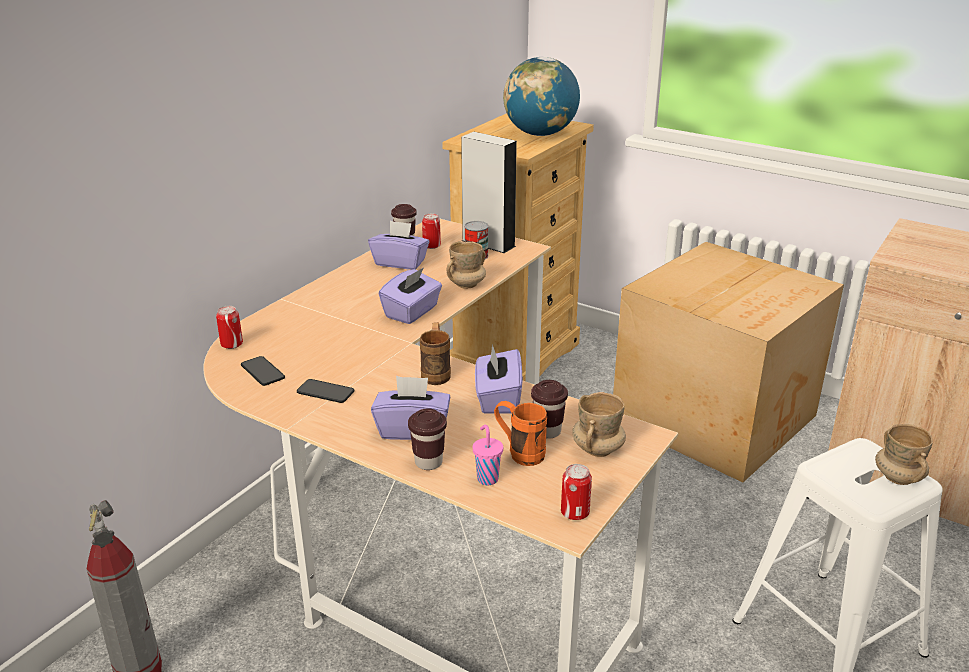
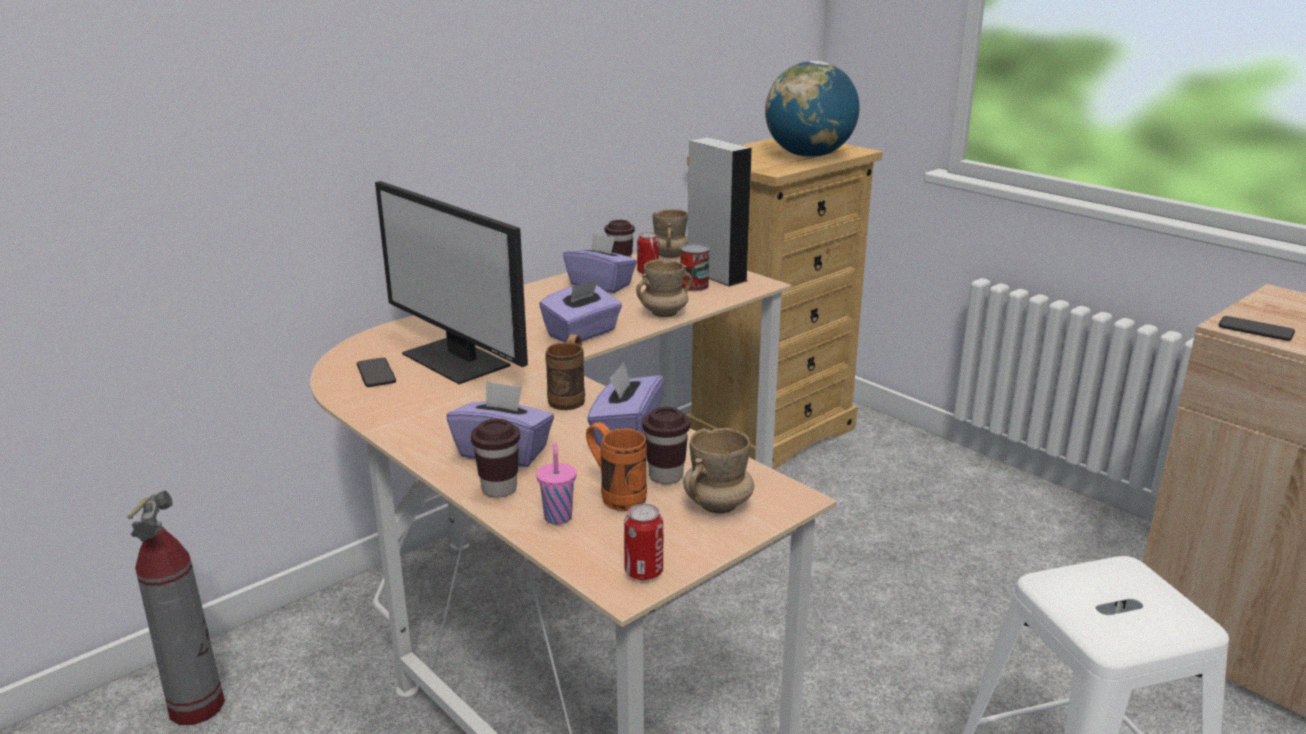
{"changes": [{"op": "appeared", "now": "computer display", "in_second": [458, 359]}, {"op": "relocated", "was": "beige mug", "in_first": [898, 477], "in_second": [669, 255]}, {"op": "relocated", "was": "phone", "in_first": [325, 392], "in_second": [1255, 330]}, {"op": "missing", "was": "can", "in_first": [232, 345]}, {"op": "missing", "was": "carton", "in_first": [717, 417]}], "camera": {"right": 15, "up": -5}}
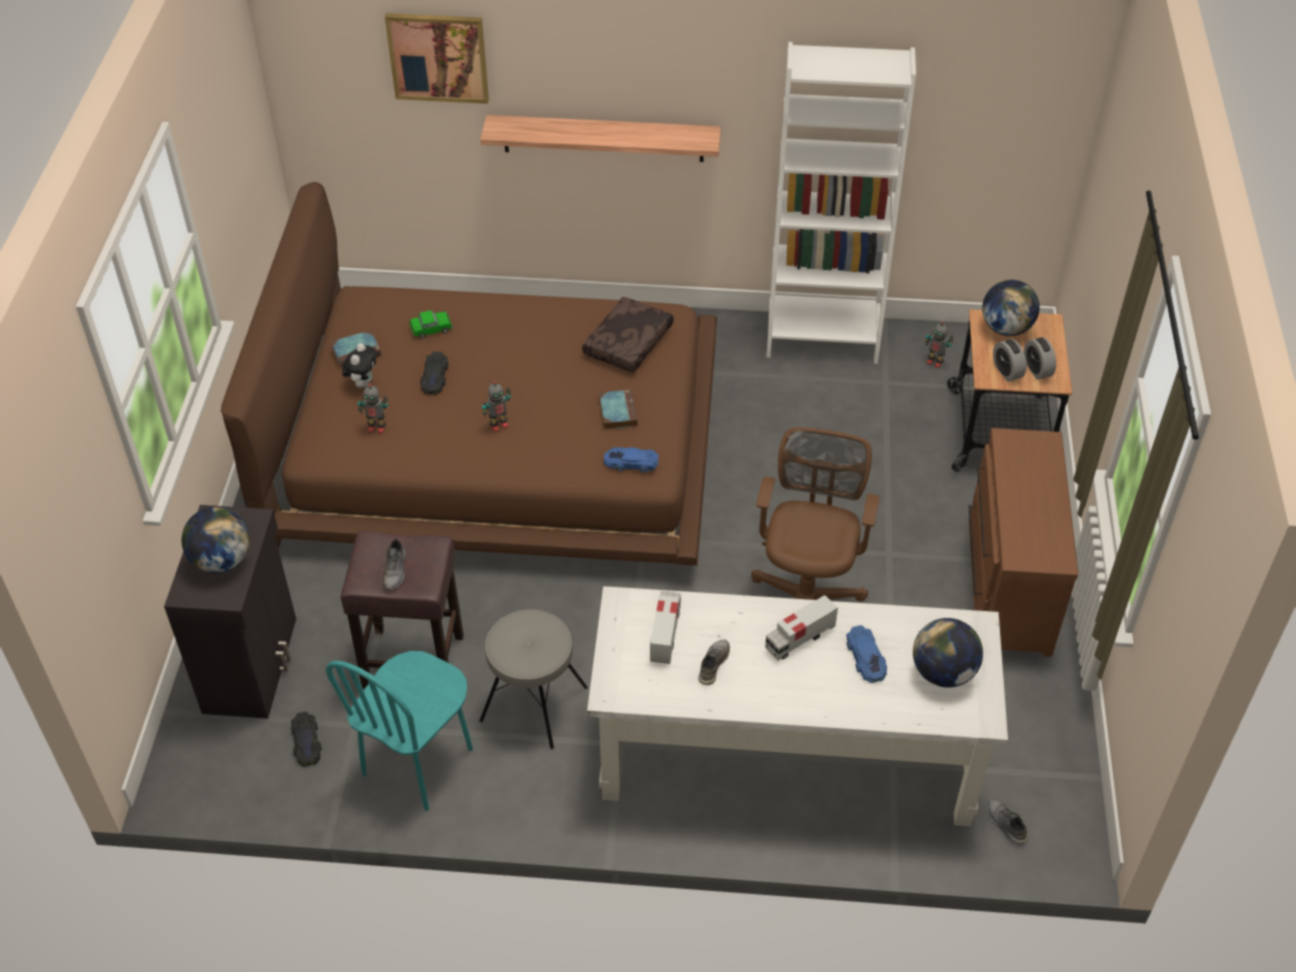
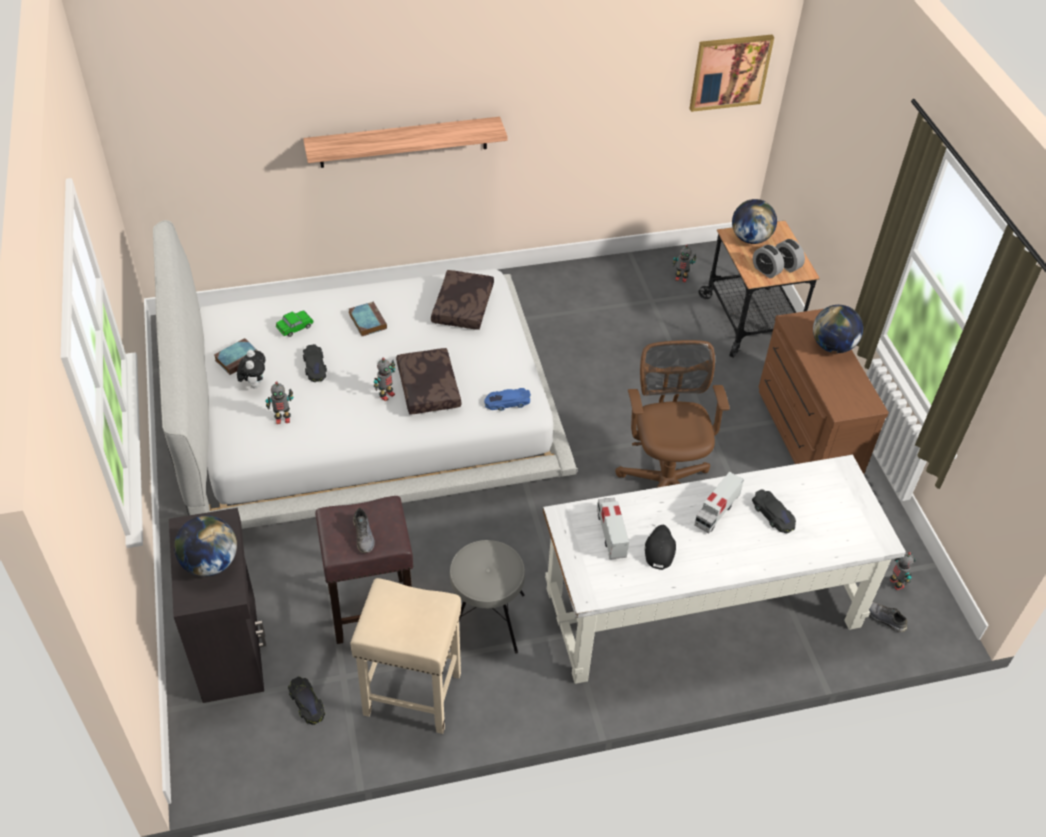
{"changes": [{"op": "colour", "was": "brown bedroom bed", "now": "white bedroom bed", "in_first": [496, 443], "in_second": [366, 412]}, {"op": "relocated", "was": "volume", "in_first": [617, 412], "in_second": [367, 321]}, {"op": "exchanged", "was": "turquoise-coloured chair", "now": "beige sitting stool", "in_first": [418, 762], "in_second": [410, 694]}, {"op": "appeared", "now": "brown throw pillow", "in_second": [427, 387]}, {"op": "exchanged", "was": "greyish shoe", "now": "black cap", "in_first": [712, 664], "in_second": [659, 549]}, {"op": "relocated", "was": "wall picture", "in_first": [438, 57], "in_second": [730, 72]}, {"op": "colour", "was": "blue-coloured miniature car", "now": "black miniature car", "in_first": [866, 658], "in_second": [773, 514]}, {"op": "relocated", "was": "world globe", "in_first": [943, 673], "in_second": [832, 346]}, {"op": "appeared", "now": "robot figure", "in_second": [895, 584]}, {"op": "missing", "was": "white shelving unit", "in_first": [822, 338]}], "camera": {"right": -20, "up": 0}}
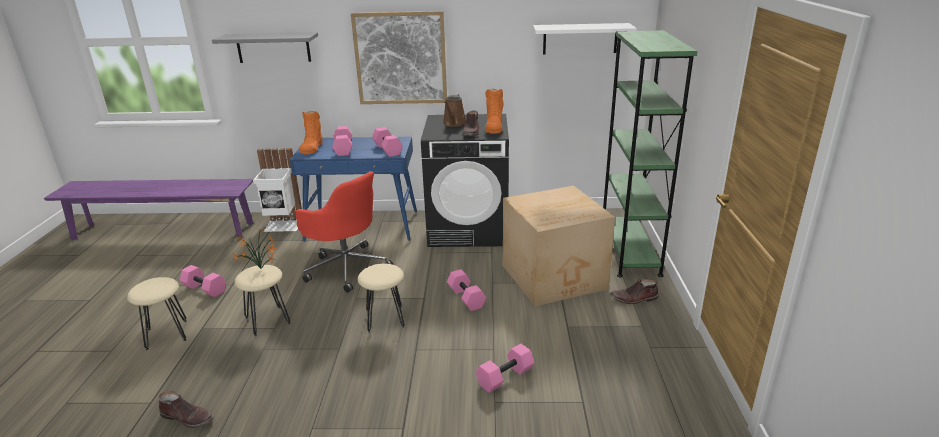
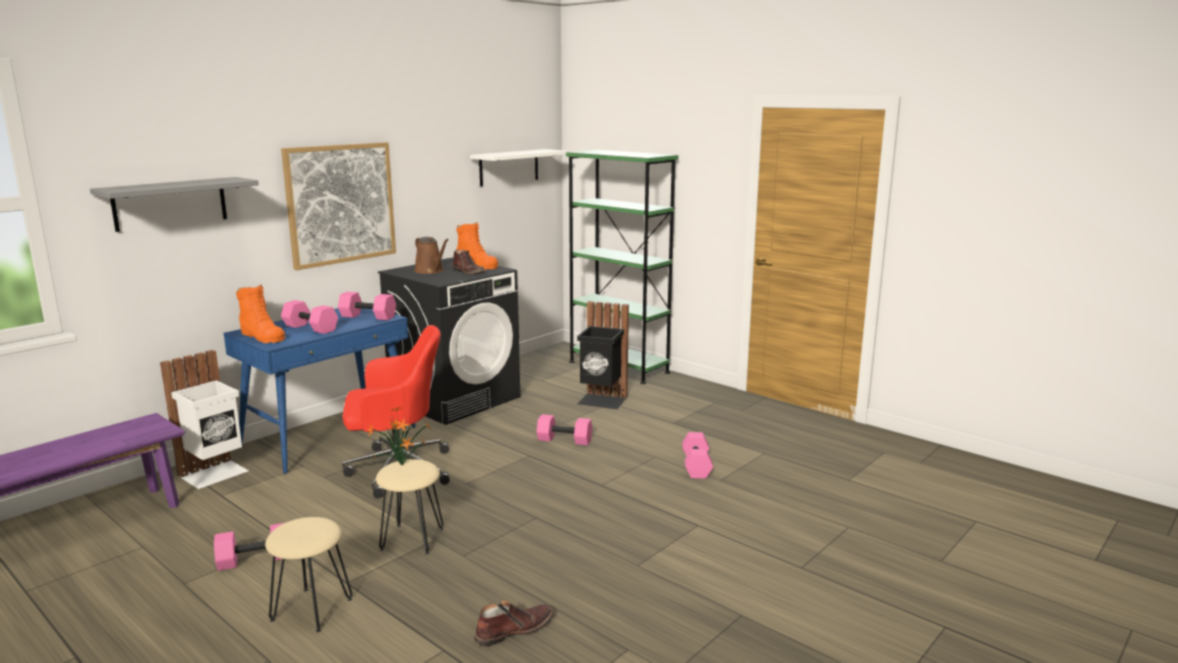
{"changes": [{"op": "exchanged", "was": "carton", "now": "black waste bin", "in_first": [555, 277], "in_second": [602, 401]}, {"op": "missing", "was": "beige sitting stool", "in_first": [385, 319]}, {"op": "missing", "was": "brown high-top boot", "in_first": [634, 299]}], "camera": {"right": -50, "up": -10}}
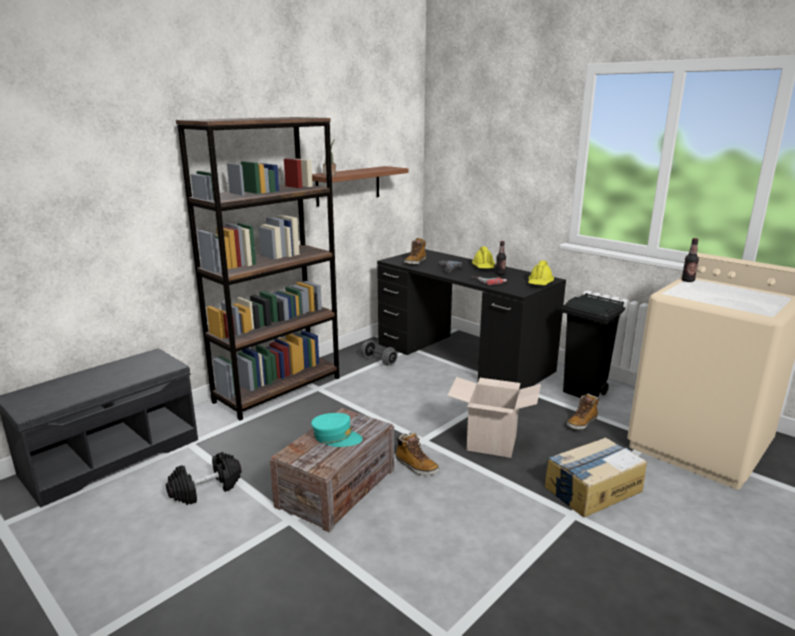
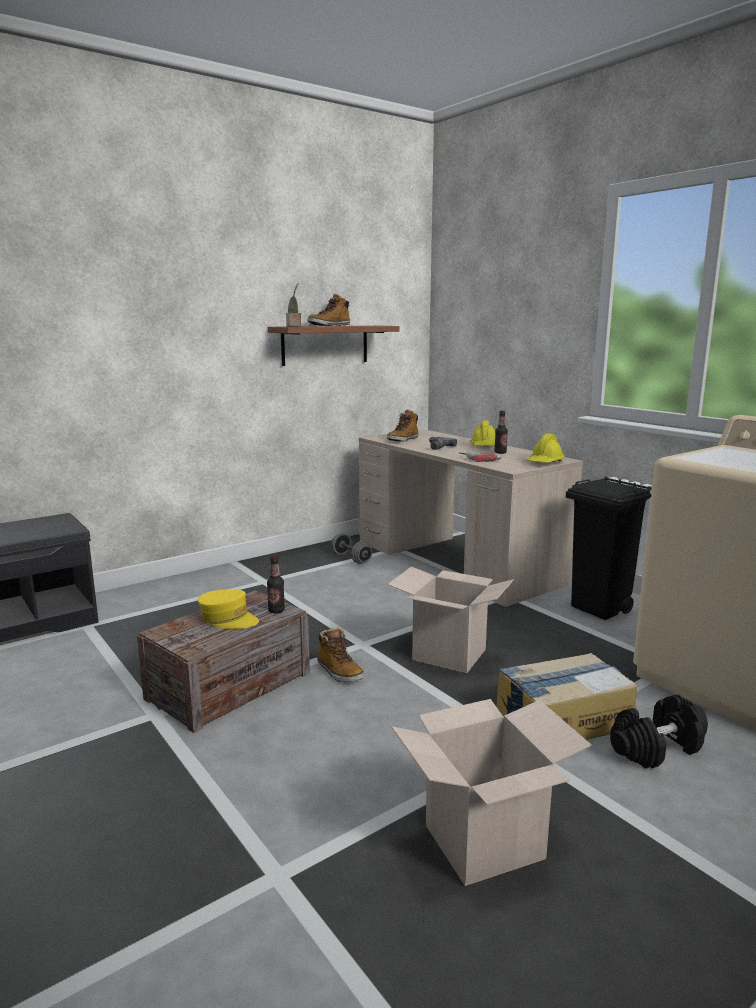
{"changes": [{"op": "colour", "was": "turquoise-coloured cap", "now": "yellow-coloured cap", "in_first": [336, 437], "in_second": [228, 619]}, {"op": "relocated", "was": "beverage bottle", "in_first": [687, 280], "in_second": [276, 610]}, {"op": "relocated", "was": "high-top boot", "in_first": [582, 423], "in_second": [329, 325]}, {"op": "colour", "was": "black desk table", "now": "beige desk table", "in_first": [462, 357], "in_second": [457, 561]}, {"op": "appeared", "now": "carton", "in_second": [484, 842]}, {"op": "relocated", "was": "black free weight", "in_first": [206, 490], "in_second": [657, 749]}, {"op": "missing", "was": "brown shelving unit", "in_first": [278, 389]}], "camera": {"right": 10, "up": -5}}
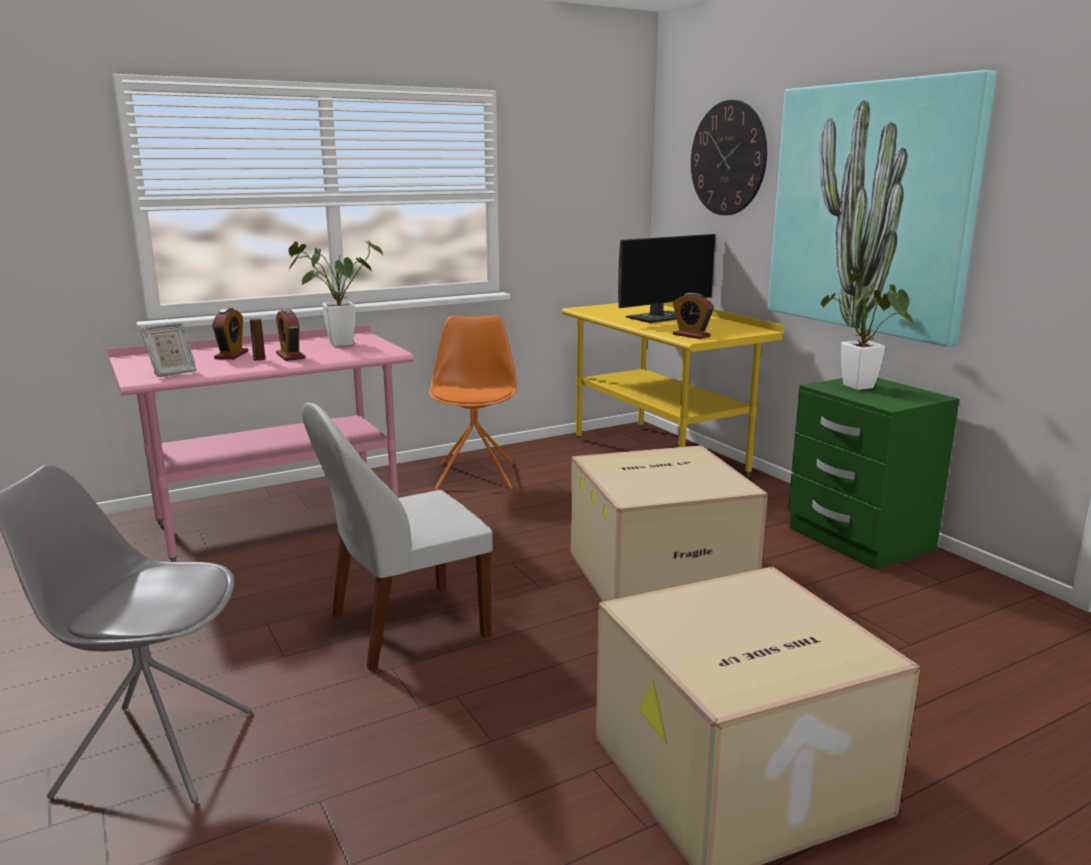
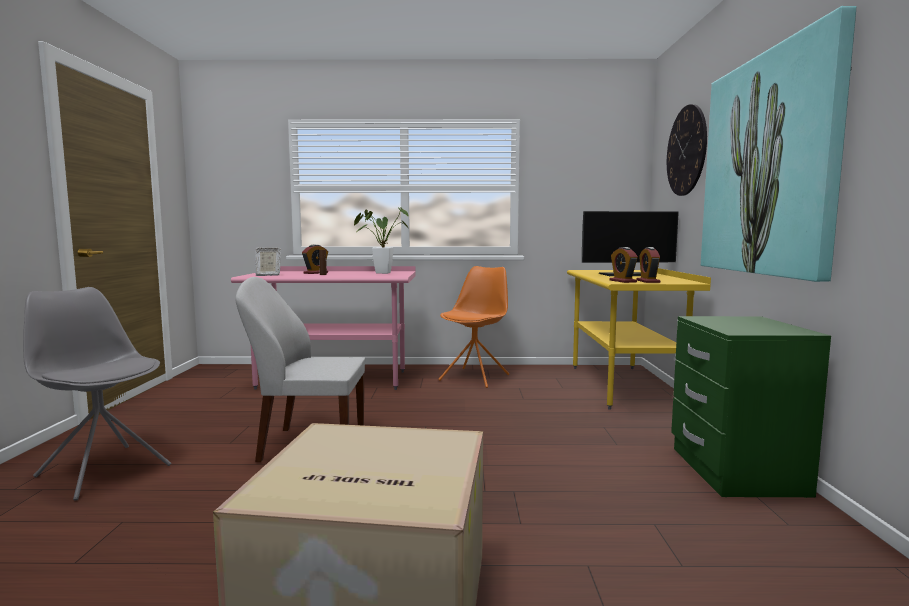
{"changes": [{"op": "relocated", "was": "table clock", "in_first": [290, 356], "in_second": [648, 281]}, {"op": "missing", "was": "carton", "in_first": [660, 574]}, {"op": "missing", "was": "houseplant", "in_first": [862, 388]}], "camera": {"right": 30, "up": -10}}
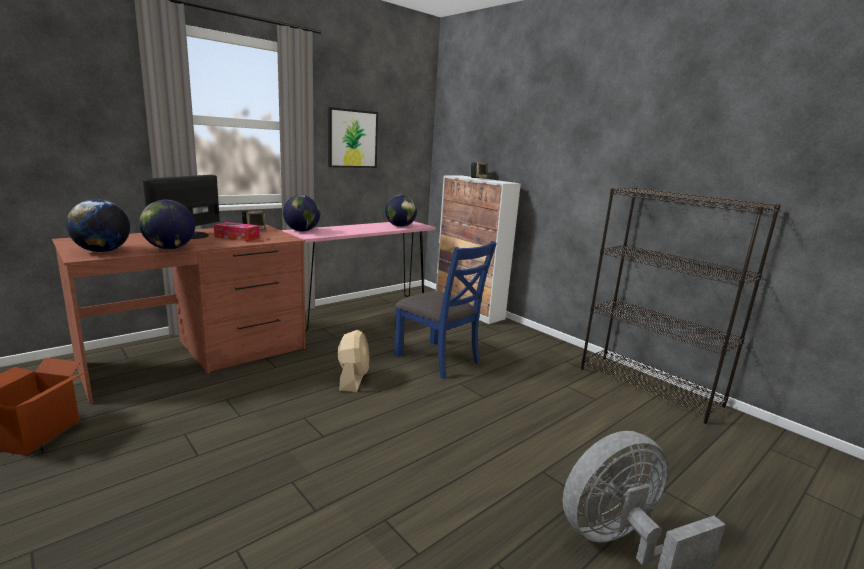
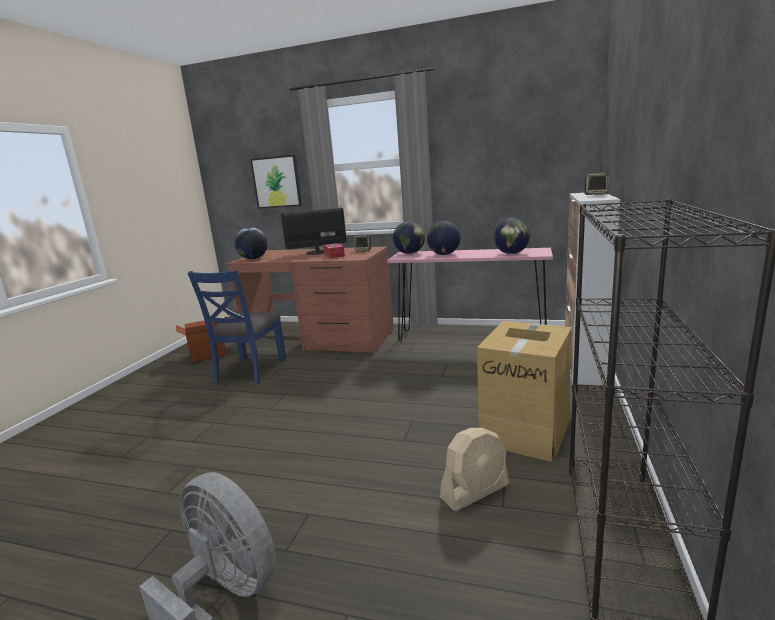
{"changes": [{"op": "relocated", "was": "blue-coloured chair", "in_first": [438, 359], "in_second": [250, 370]}, {"op": "relocated", "was": "wall picture", "in_first": [352, 139], "in_second": [277, 182]}, {"op": "relocated", "was": "world globe", "in_first": [170, 248], "in_second": [444, 254]}, {"op": "relocated", "was": "beige cooling fan", "in_first": [353, 379], "in_second": [475, 491]}, {"op": "appeared", "now": "carton", "in_second": [526, 429]}], "camera": {"right": 60, "up": 0}}
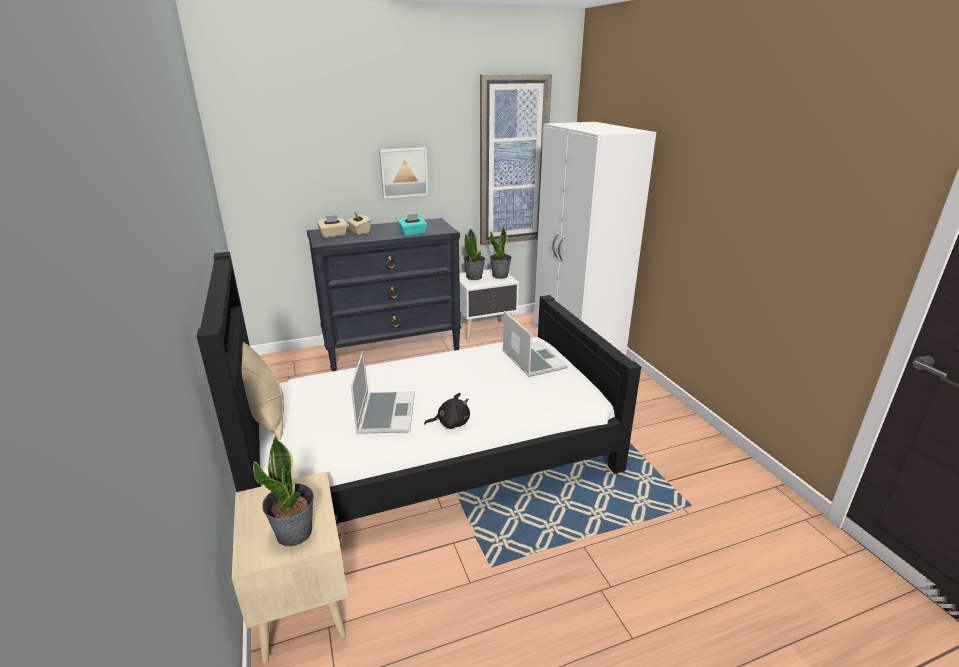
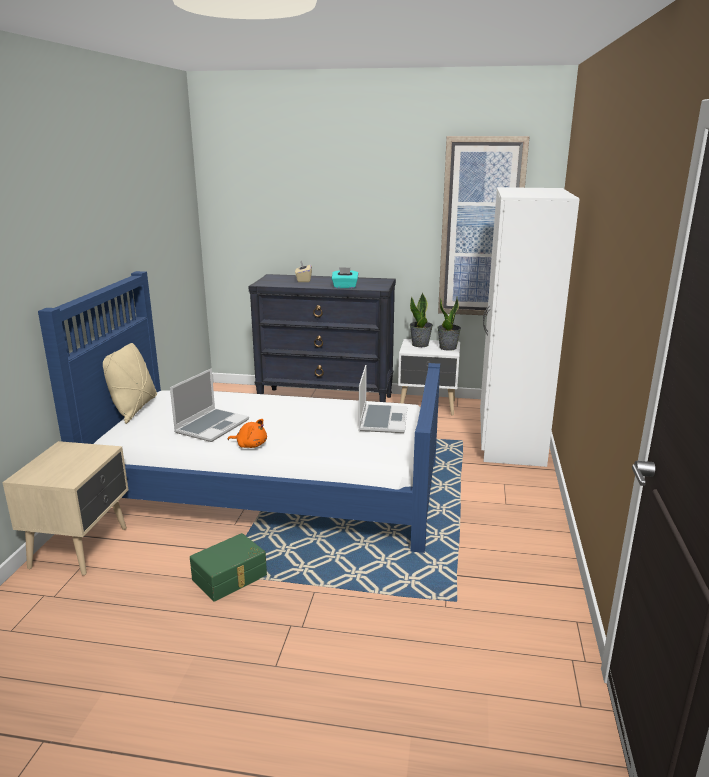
{"changes": [{"op": "colour", "was": "black bedroom bed", "now": "blue-coloured bedroom bed", "in_first": [432, 455], "in_second": [268, 487]}, {"op": "appeared", "now": "greenish storage bin", "in_second": [230, 578]}, {"op": "colour", "was": "black soft toy", "now": "orange-coloured soft toy", "in_first": [451, 423], "in_second": [250, 445]}, {"op": "missing", "was": "houseplant", "in_first": [295, 532]}, {"op": "missing", "was": "beige box of tissues", "in_first": [333, 235]}, {"op": "missing", "was": "wall picture", "in_first": [403, 172]}], "camera": {"right": 30, "up": -5}}
